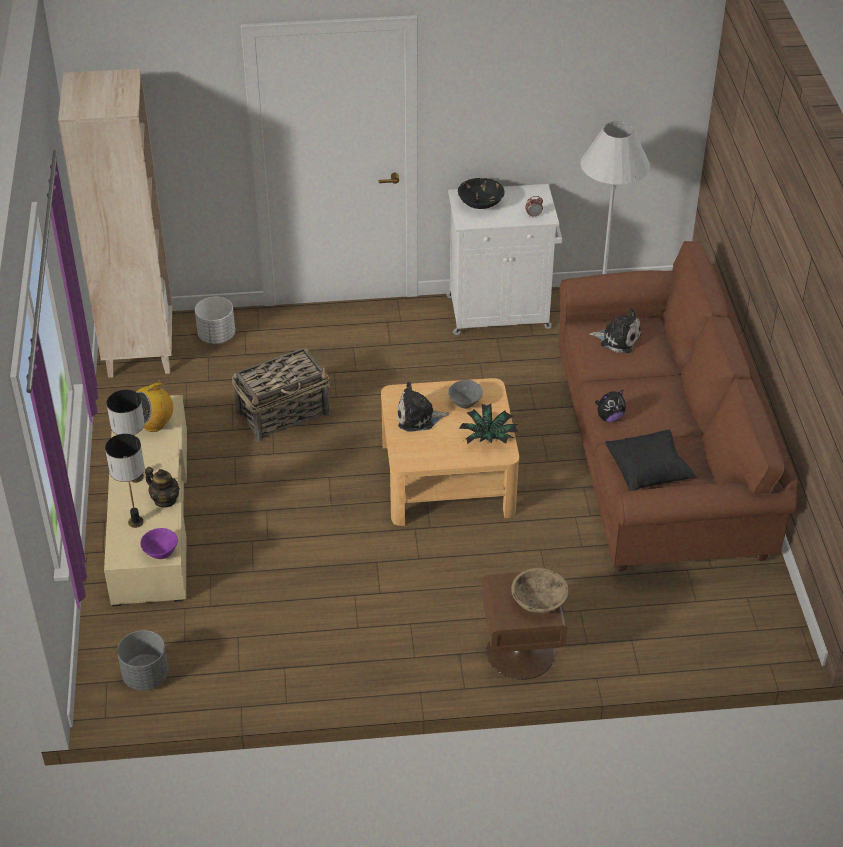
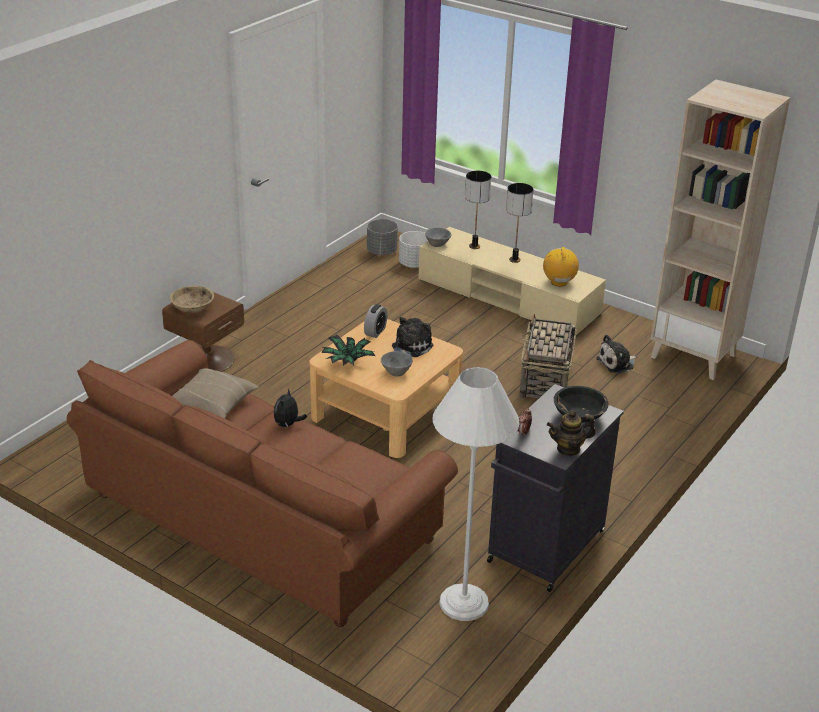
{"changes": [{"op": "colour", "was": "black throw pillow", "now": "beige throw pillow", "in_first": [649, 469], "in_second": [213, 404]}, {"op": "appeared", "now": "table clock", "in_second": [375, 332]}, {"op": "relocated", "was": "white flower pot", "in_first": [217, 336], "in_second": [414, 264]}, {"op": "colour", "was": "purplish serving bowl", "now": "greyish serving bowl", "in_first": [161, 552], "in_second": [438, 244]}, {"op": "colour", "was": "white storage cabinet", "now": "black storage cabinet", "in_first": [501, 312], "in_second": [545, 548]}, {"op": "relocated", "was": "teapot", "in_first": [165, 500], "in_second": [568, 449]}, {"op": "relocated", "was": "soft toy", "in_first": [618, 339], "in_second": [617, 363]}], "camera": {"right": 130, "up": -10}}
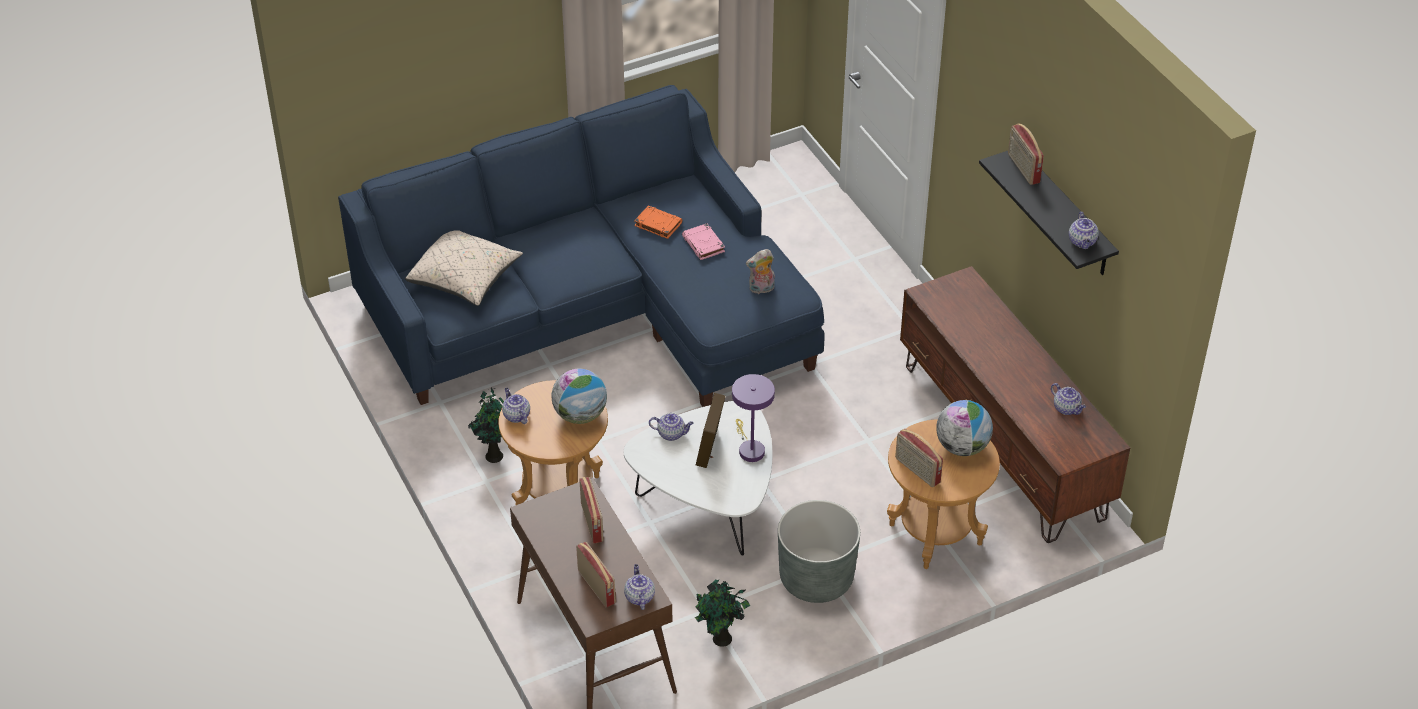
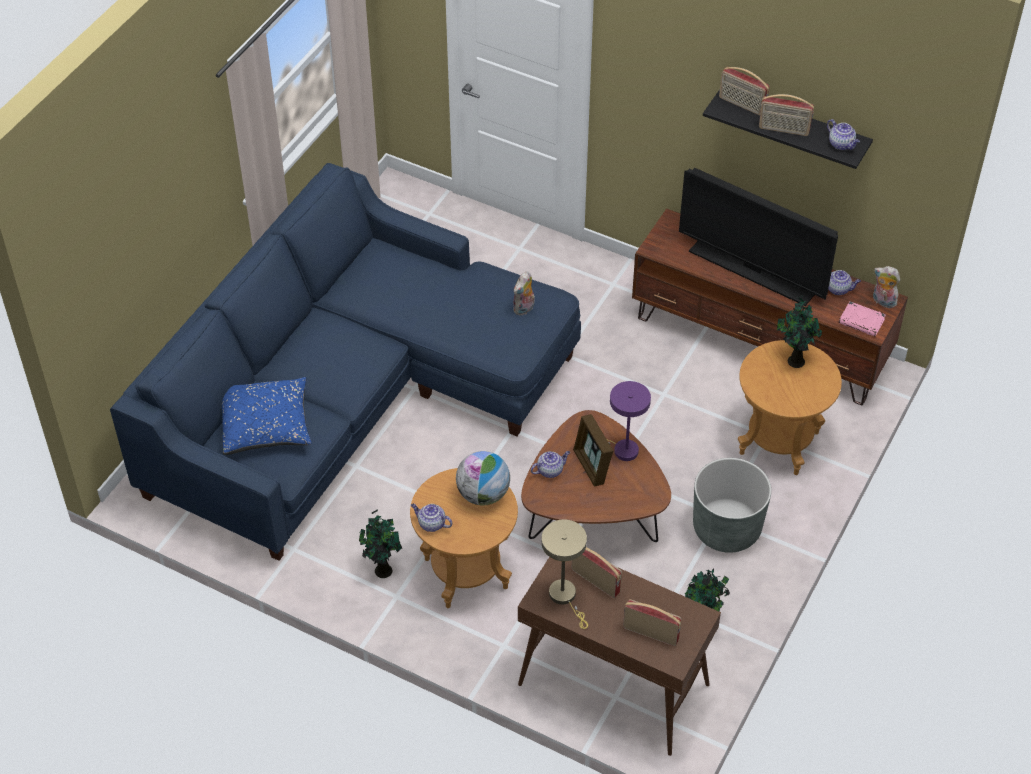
{"changes": [{"op": "colour", "was": "beige throw pillow", "now": "blue-coloured throw pillow", "in_first": [465, 279], "in_second": [267, 426]}, {"op": "colour", "was": "white coffee table", "now": "brown coffee table", "in_first": [708, 504], "in_second": [592, 514]}, {"op": "appeared", "now": "beige table lamp", "in_second": [565, 597]}, {"op": "appeared", "now": "TV set", "in_second": [753, 272]}, {"op": "relocated", "was": "radio receiver", "in_first": [917, 471], "in_second": [783, 130]}, {"op": "exchanged", "was": "world globe", "now": "houseplant", "in_first": [962, 447], "in_second": [794, 360]}, {"op": "relocated", "was": "pink-coloured volume", "in_first": [704, 244], "in_second": [862, 321]}, {"op": "appeared", "now": "soft toy", "in_second": [882, 302]}, {"op": "missing", "was": "teapot", "in_first": [639, 597]}, {"op": "missing", "was": "orange-coloured volume", "in_first": [657, 224]}], "camera": {"right": -35, "up": 5}}
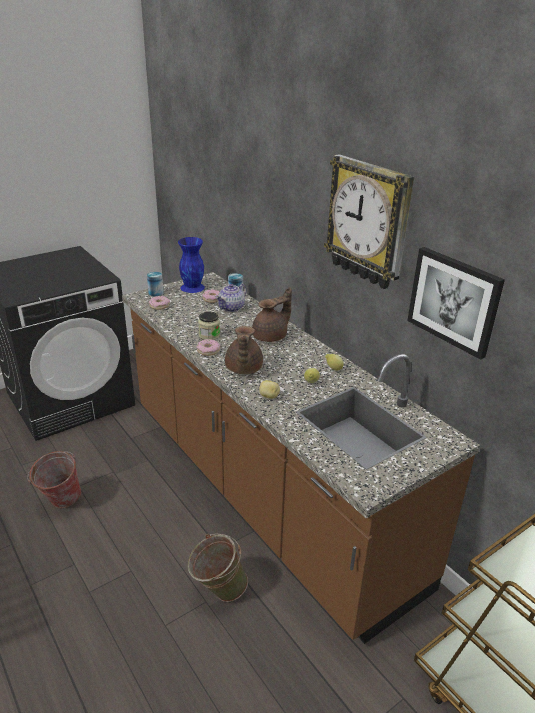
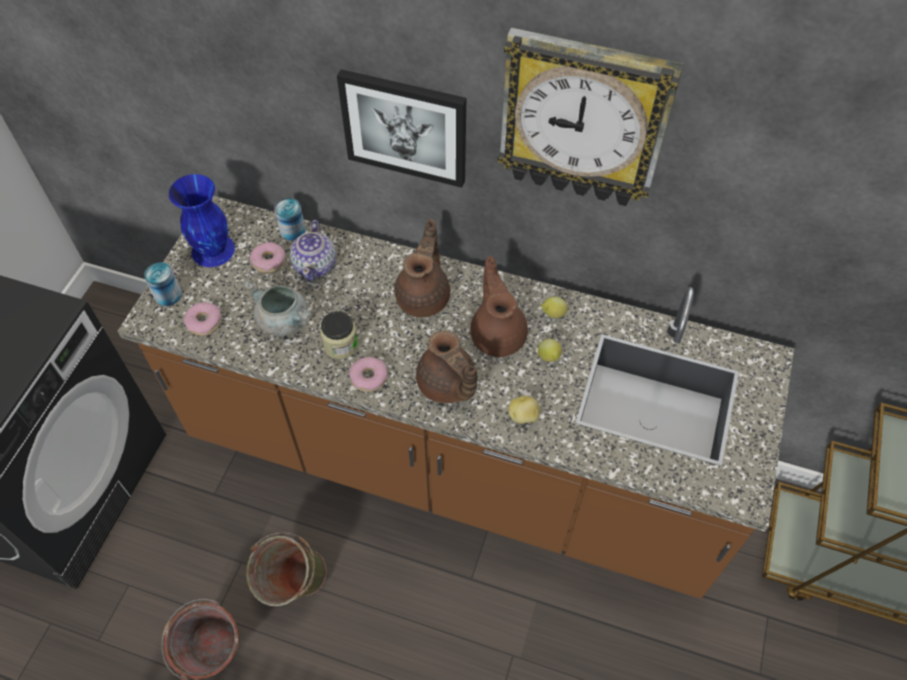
{"changes": [{"op": "appeared", "now": "greyish stockpot", "in_second": [285, 321]}, {"op": "relocated", "was": "greenish water bucket", "in_first": [218, 591], "in_second": [293, 587]}, {"op": "relocated", "was": "wall picture", "in_first": [454, 301], "in_second": [405, 127]}, {"op": "appeared", "now": "brown teapot", "in_second": [498, 334]}], "camera": {"right": -35, "up": 25}}
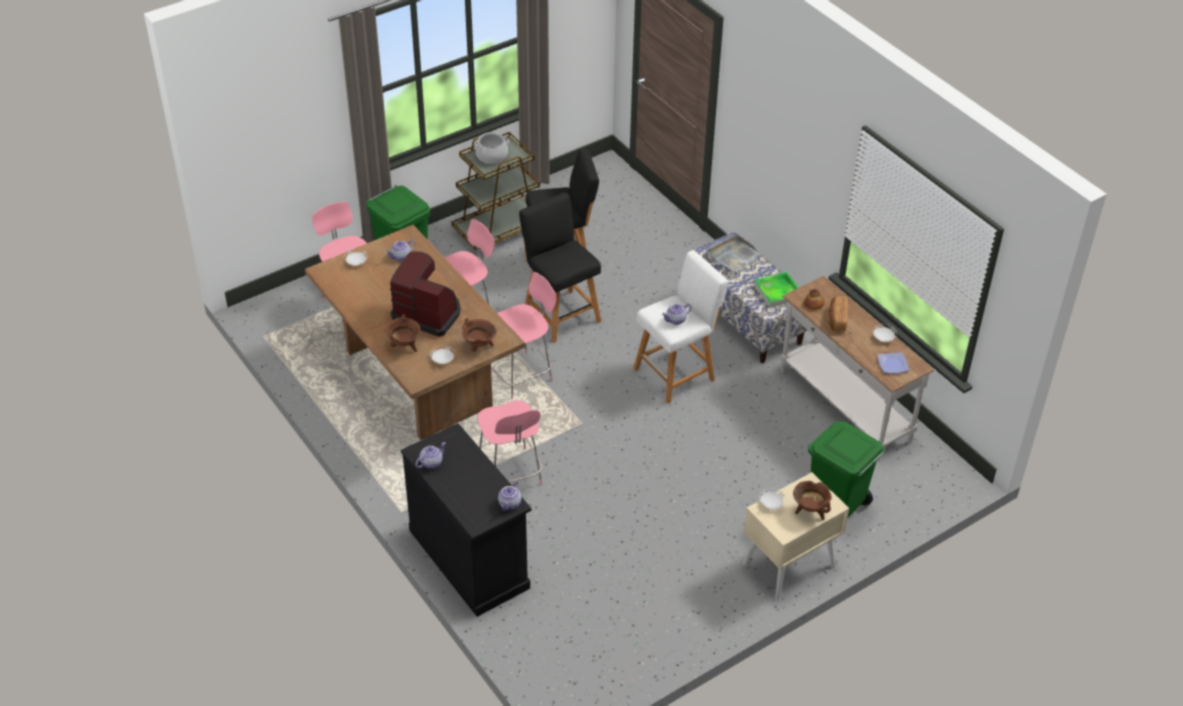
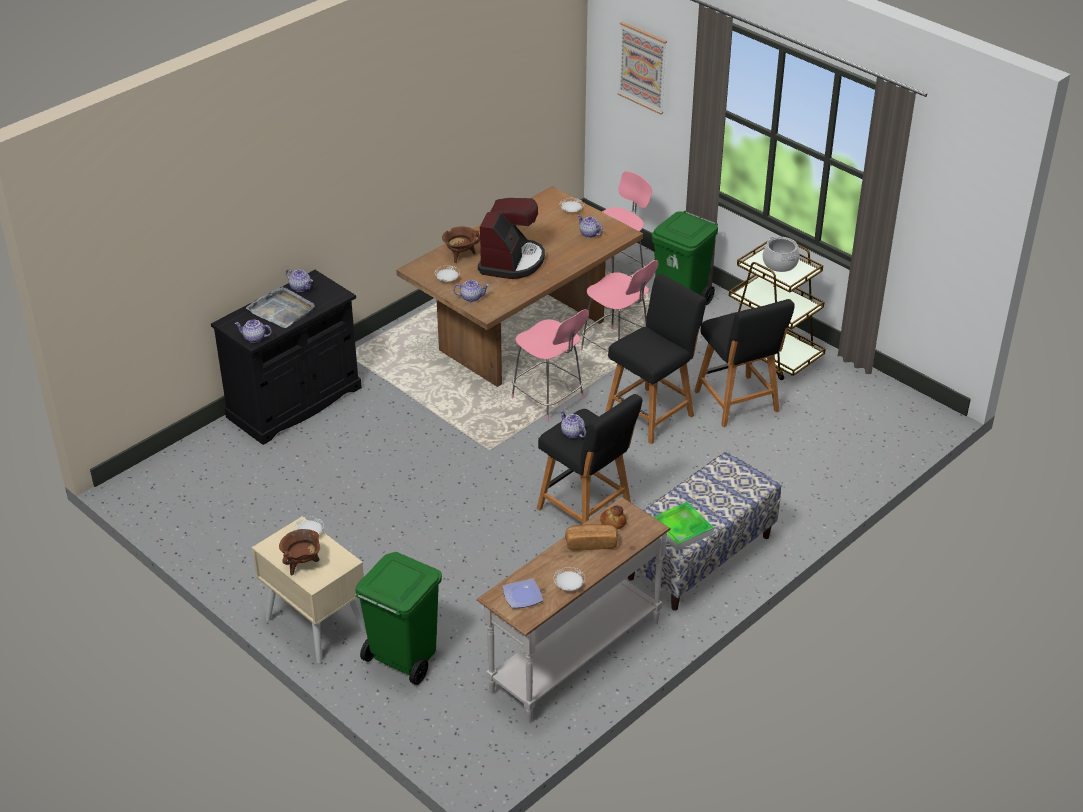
{"changes": [{"op": "relocated", "was": "greyish tray", "in_first": [732, 255], "in_second": [282, 310]}, {"op": "exchanged", "was": "brown stockpot", "now": "teapot", "in_first": [479, 347], "in_second": [471, 297]}, {"op": "colour", "was": "white sitting stool", "now": "black sitting stool", "in_first": [677, 373], "in_second": [587, 510]}, {"op": "appeared", "now": "wall picture", "in_second": [642, 67]}, {"op": "missing", "was": "pink-coloured chair", "in_first": [510, 474]}], "camera": {"right": 80, "up": -5}}
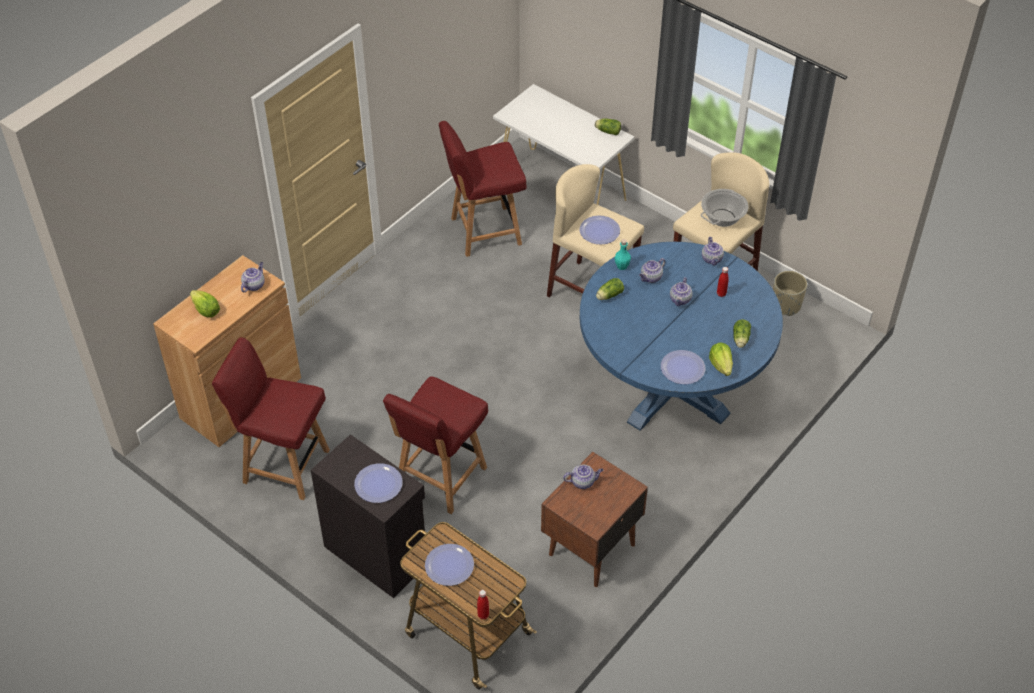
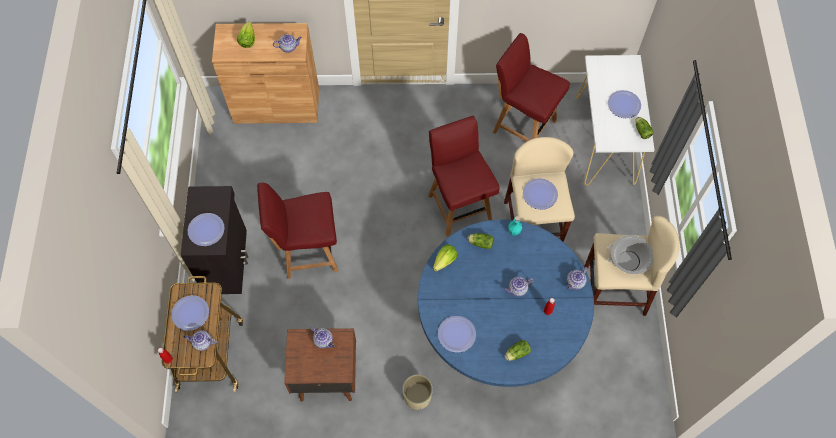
{"changes": [{"op": "relocated", "was": "teapot", "in_first": [651, 278], "in_second": [202, 343]}, {"op": "relocated", "was": "beige flower pot", "in_first": [786, 305], "in_second": [417, 397]}, {"op": "relocated", "was": "red-coloured chair", "in_first": [284, 465], "in_second": [459, 206]}, {"op": "relocated", "was": "head of lettuce", "in_first": [721, 365], "in_second": [444, 261]}, {"op": "appeared", "now": "plate", "in_second": [624, 104]}], "camera": {"right": 50, "up": 15}}
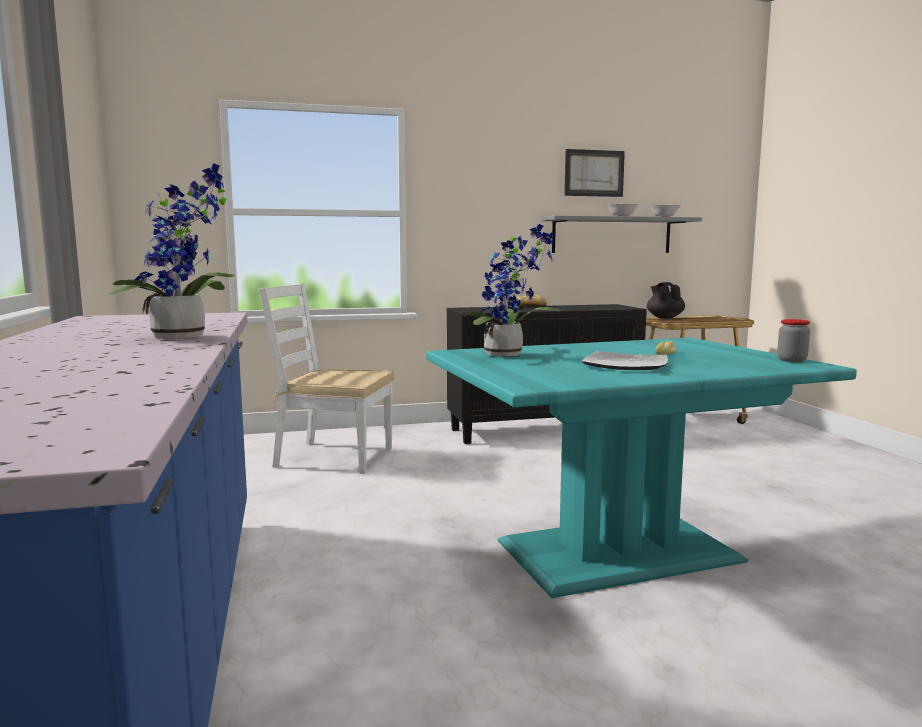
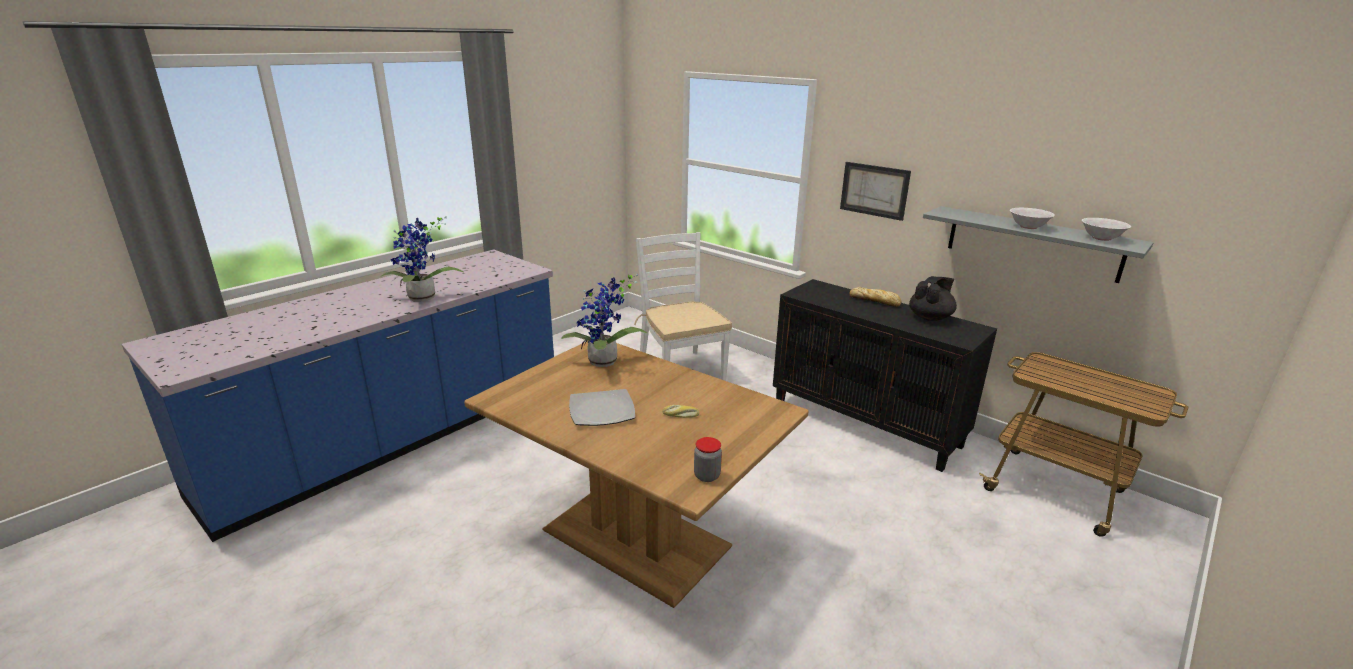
{"changes": [{"op": "colour", "was": "turquoise-coloured dinner table", "now": "brown dinner table", "in_first": [616, 550], "in_second": [637, 536]}, {"op": "relocated", "was": "wall picture", "in_first": [594, 173], "in_second": [874, 190]}, {"op": "relocated", "was": "black teapot", "in_first": [664, 317], "in_second": [930, 317]}], "camera": {"right": 55, "up": 15}}
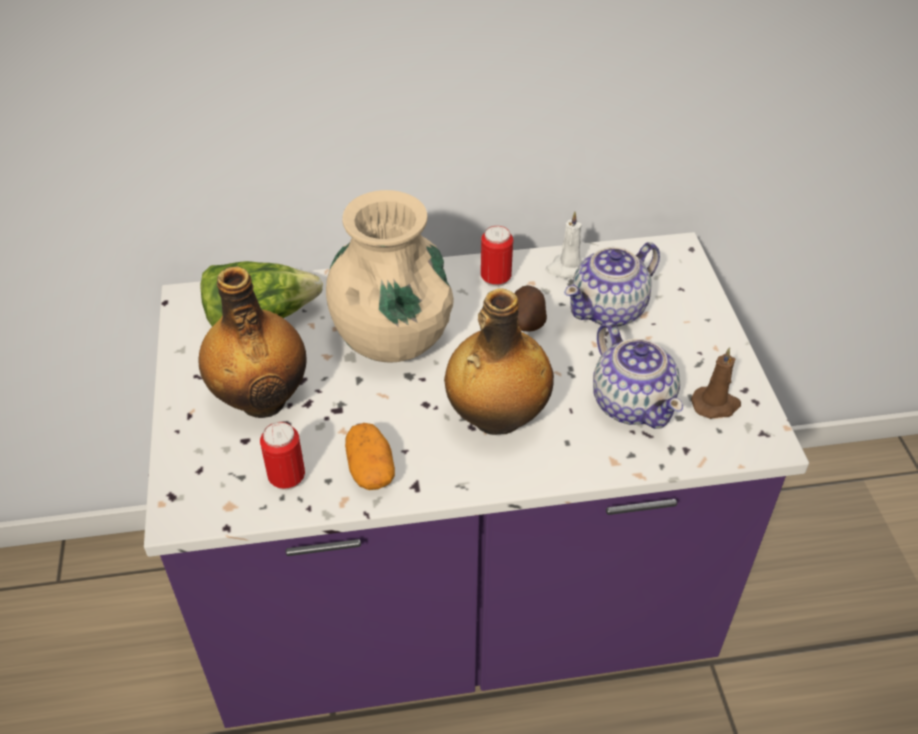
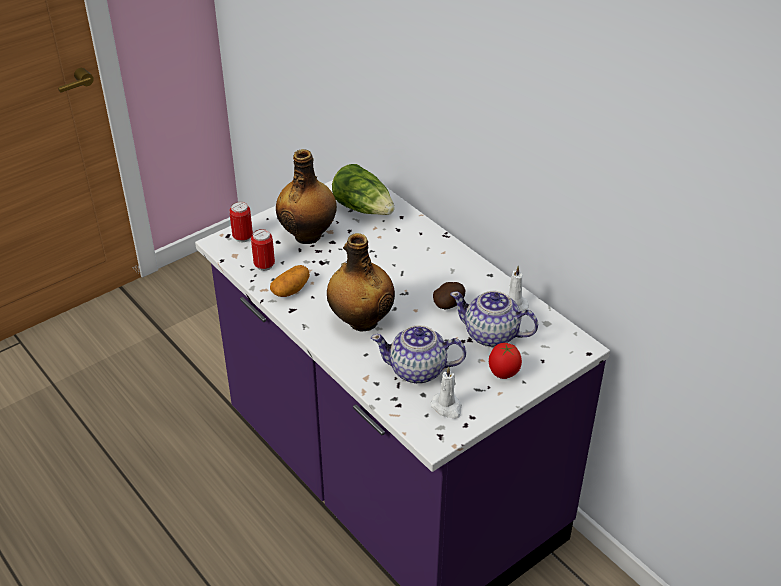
{"changes": [{"op": "relocated", "was": "can", "in_first": [495, 279], "in_second": [242, 237]}, {"op": "spun", "was": "teapot", "in_first": [632, 403], "in_second": [418, 370], "clockwise": 60}, {"op": "colour", "was": "brown wax candle", "now": "white wax candle", "in_first": [716, 404], "in_second": [447, 407]}, {"op": "appeared", "now": "tomato", "in_second": [503, 374]}, {"op": "missing", "was": "beige flower vase", "in_first": [392, 338]}], "camera": {"right": 60, "up": -5}}
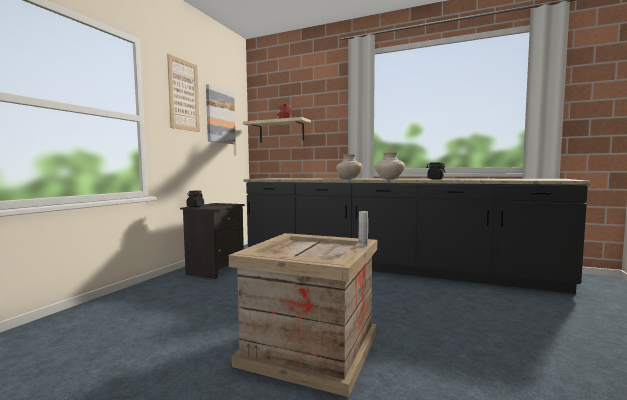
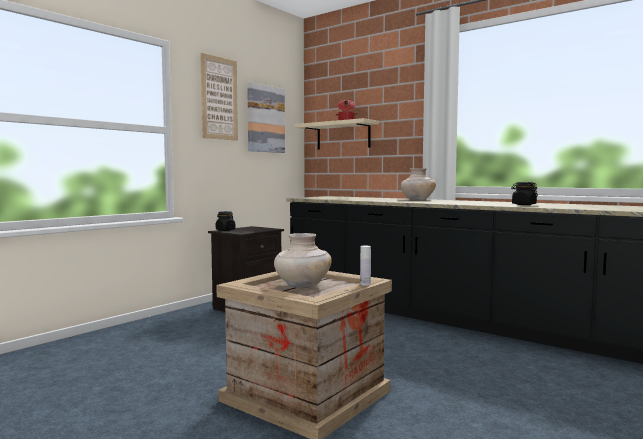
{"changes": [{"op": "relocated", "was": "beige flower vase", "in_first": [389, 179], "in_second": [302, 286]}], "camera": {"right": 15, "up": 0}}
